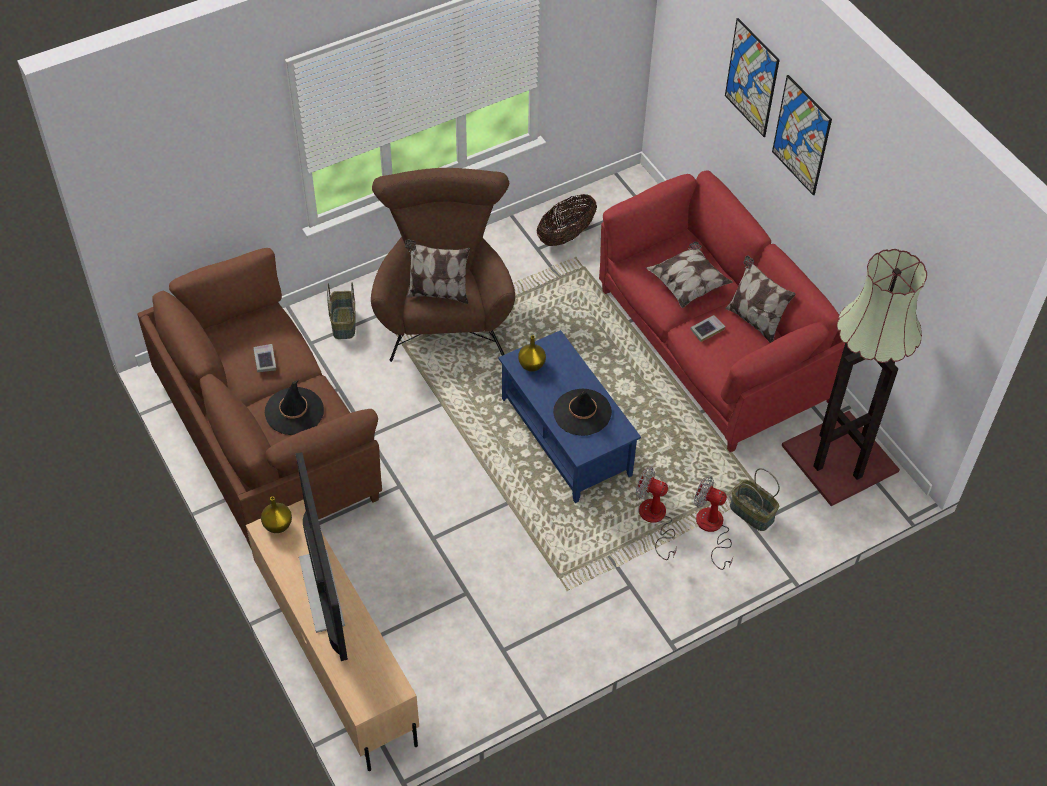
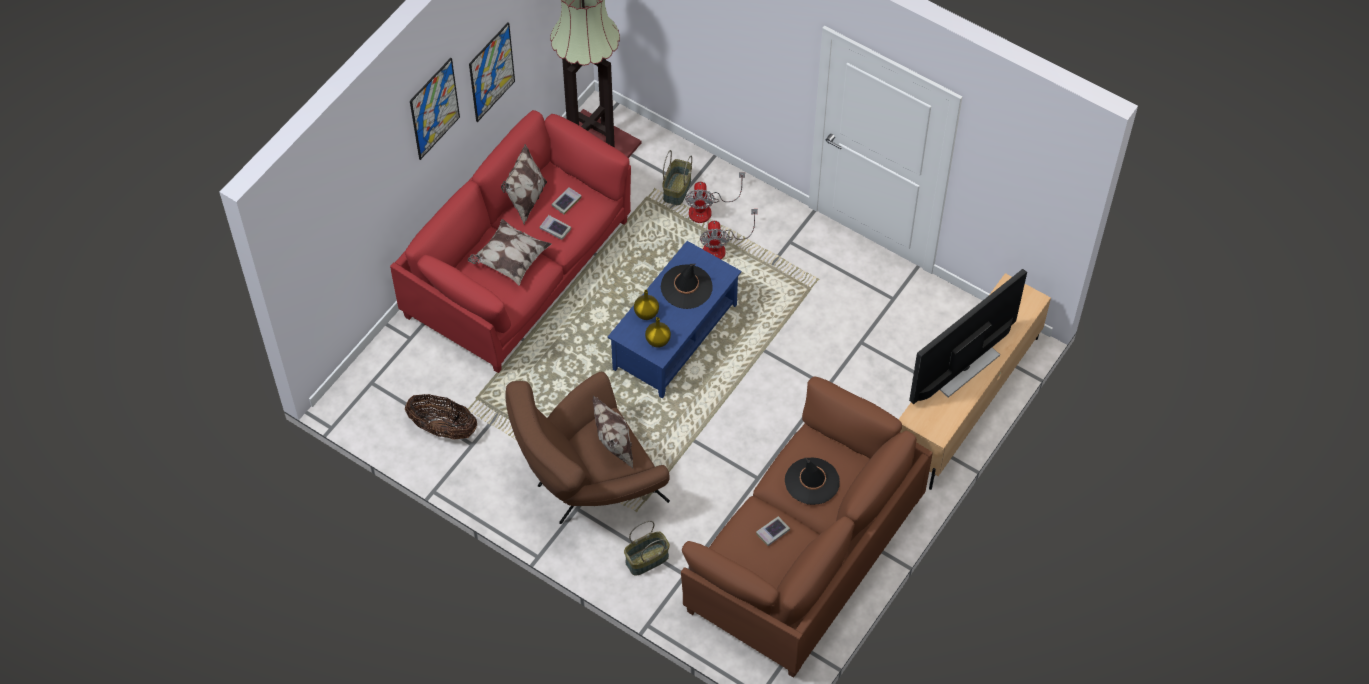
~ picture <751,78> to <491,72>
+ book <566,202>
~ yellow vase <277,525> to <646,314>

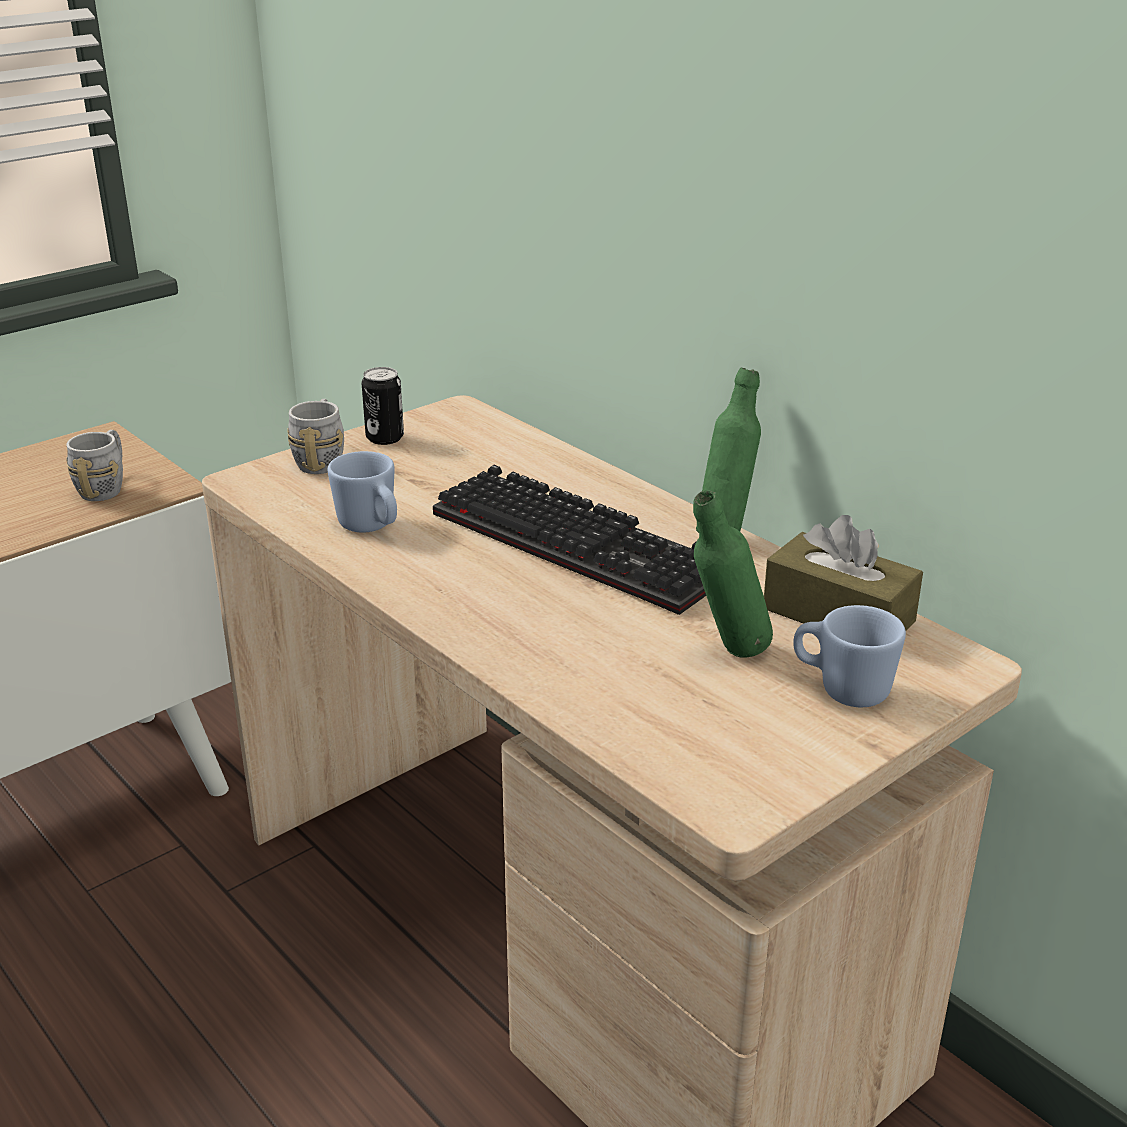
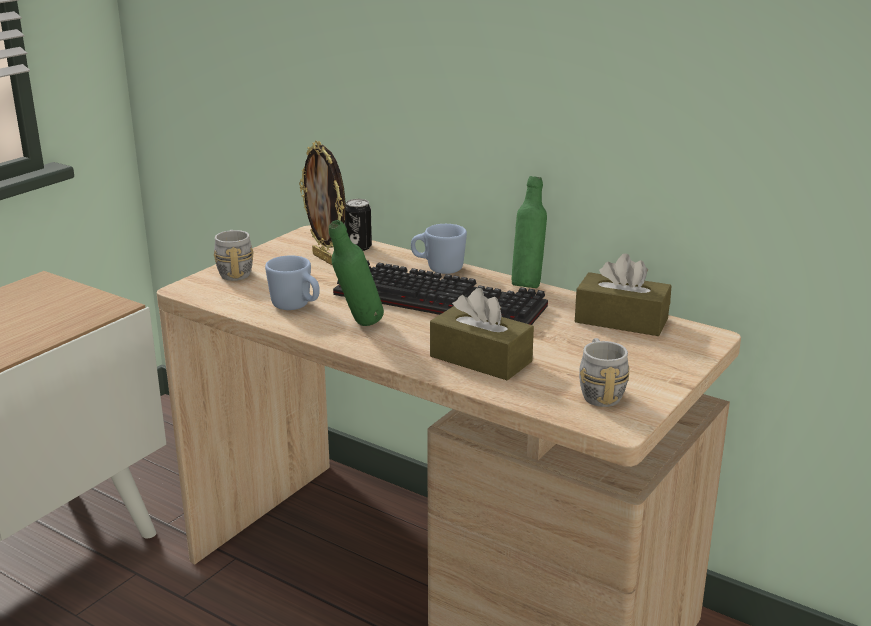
+ picture frame <326,259>
~ green bottle <727,656> to <357,326>
~ can <385,438> to <358,247>
~ blue mug <841,689> to <438,268>
+ brown tissue box <480,359>
~ grey mug <106,487> to <599,392>

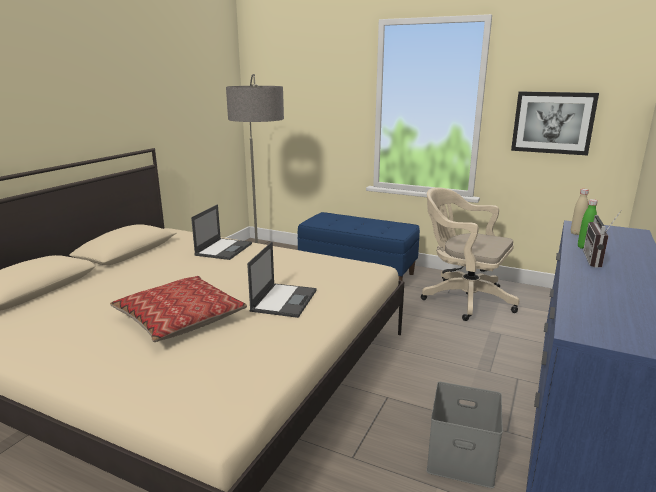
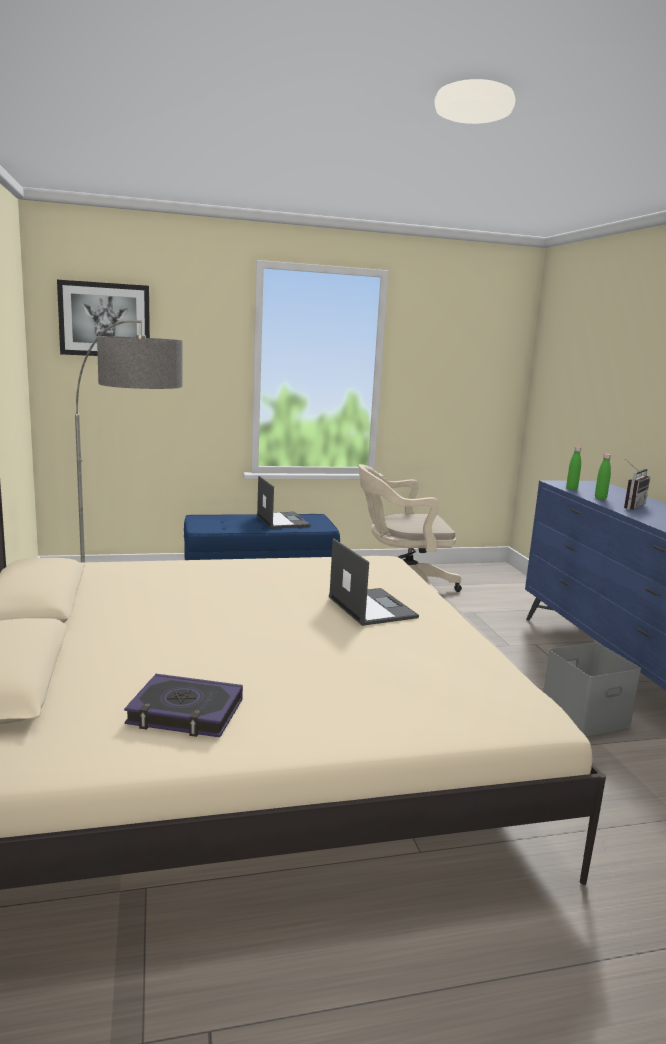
~ picture <553,122> to <105,320>
+ book <185,713>
~ laptop <224,249> to <282,520>
~ beige bottle <576,233> to green bottle <571,489>
~ radio <598,261> = <629,506> 120 degrees counterclockwise
- pillow <180,318>

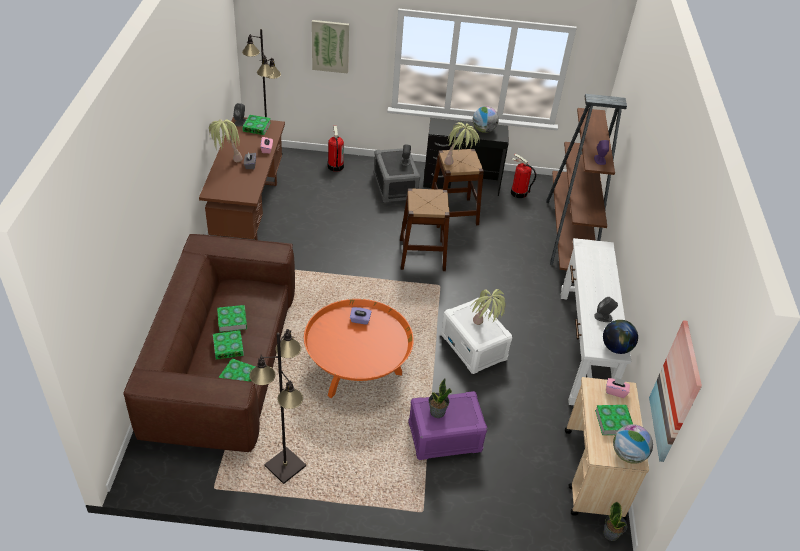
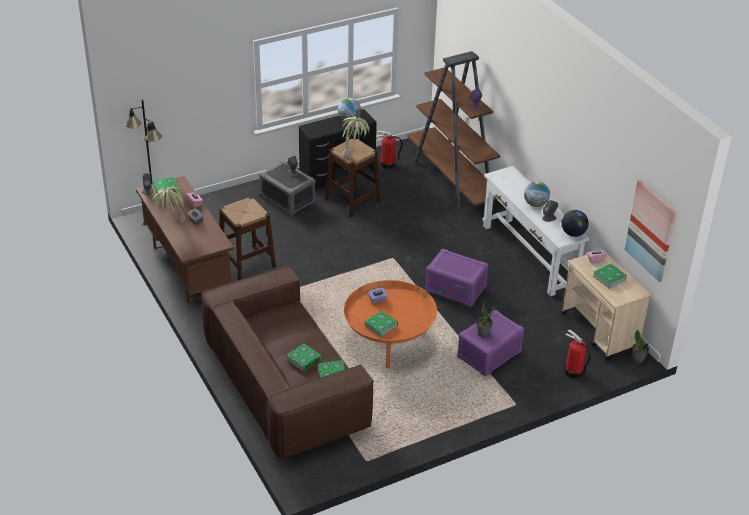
~ brown stool <422,254> to <247,262>
~ book <232,320> to <381,326>
~ white storage box <474,347> to purple storage box <456,289>
~ globe <628,454> to <535,204>
~ fire extinguisher <335,166> to <573,371>
- black floor lamp <286,466>
- picture <330,46>
- potted plant <484,330>

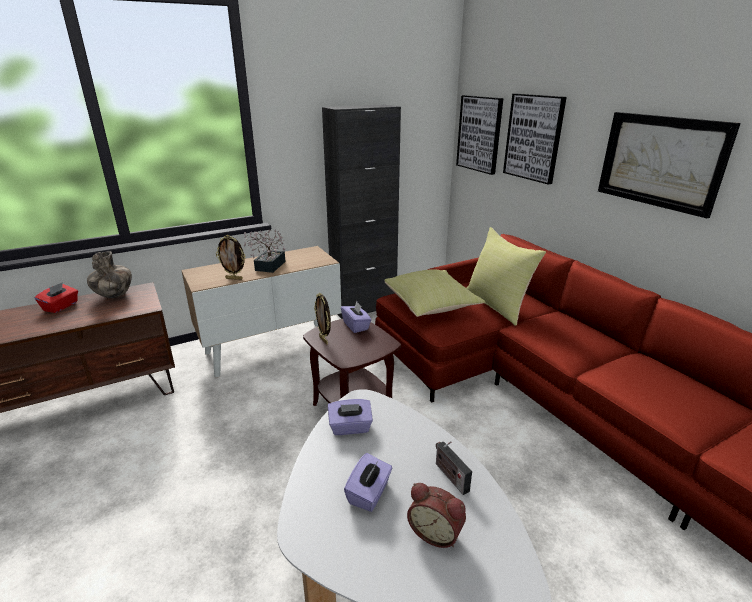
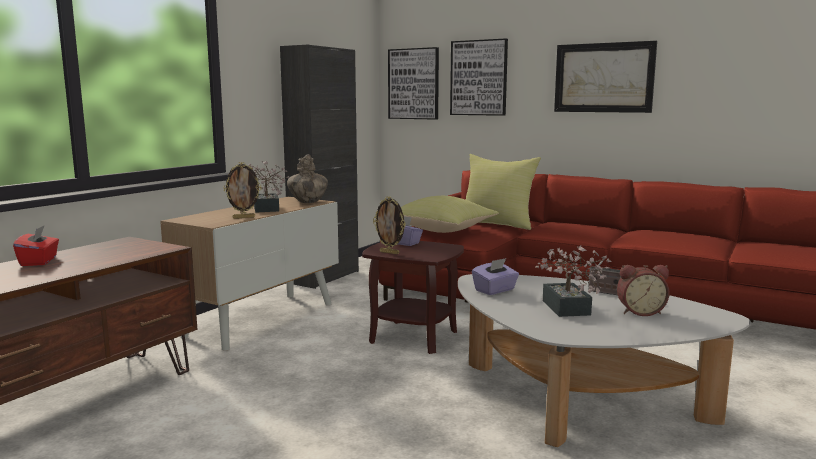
~ vase <114,295> to <308,202>
~ purple tissue box <369,493> to potted plant <567,310>

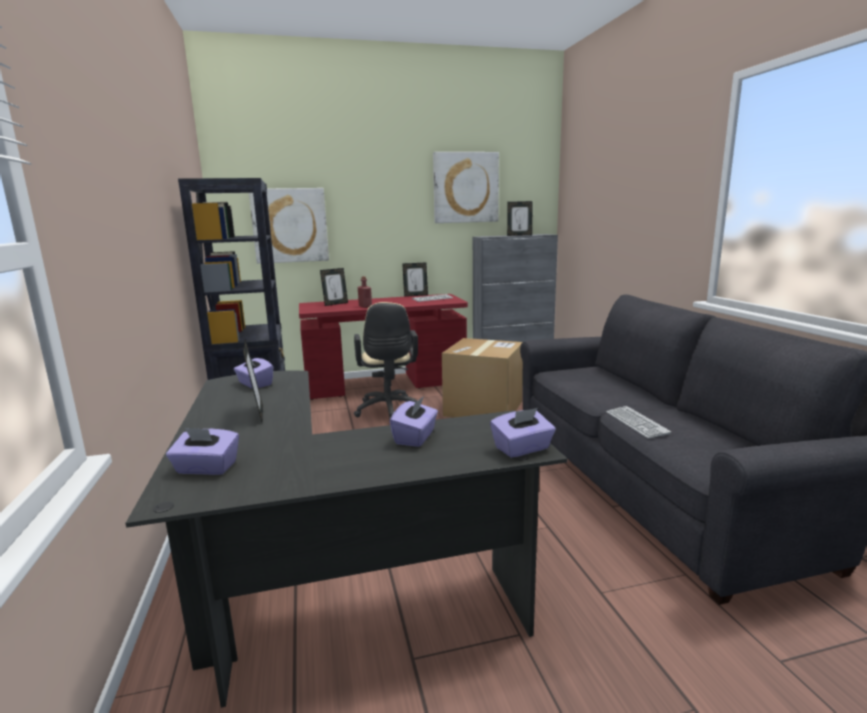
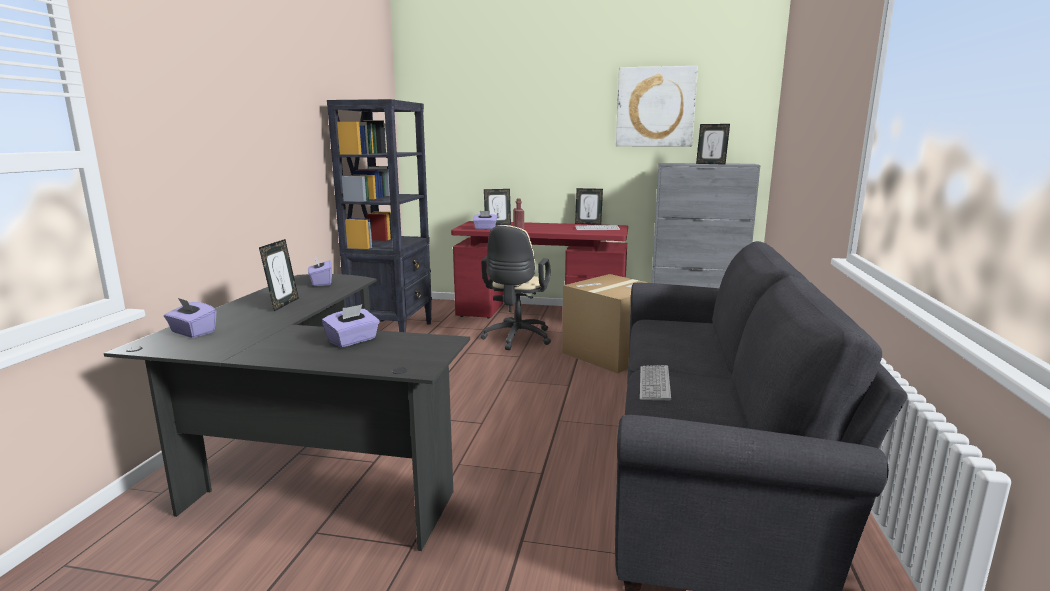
~ purple tissue box <522,448> to <485,228>
- picture <290,225>

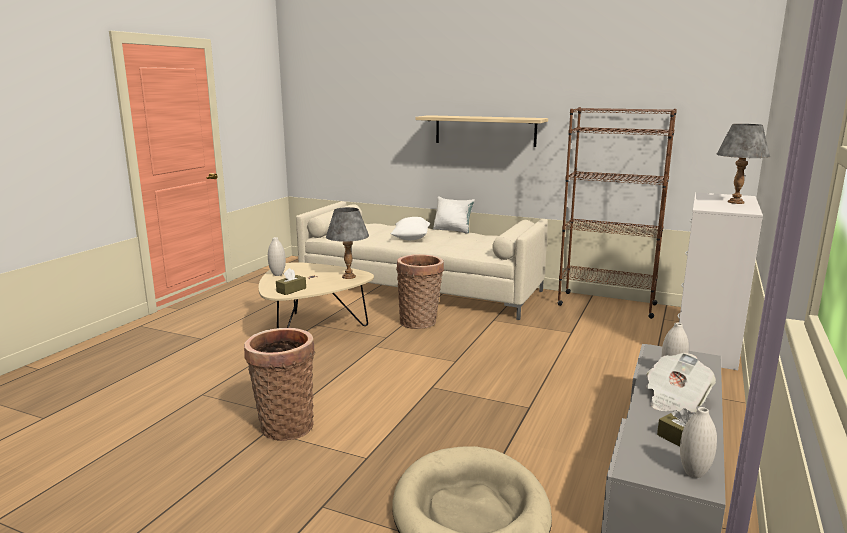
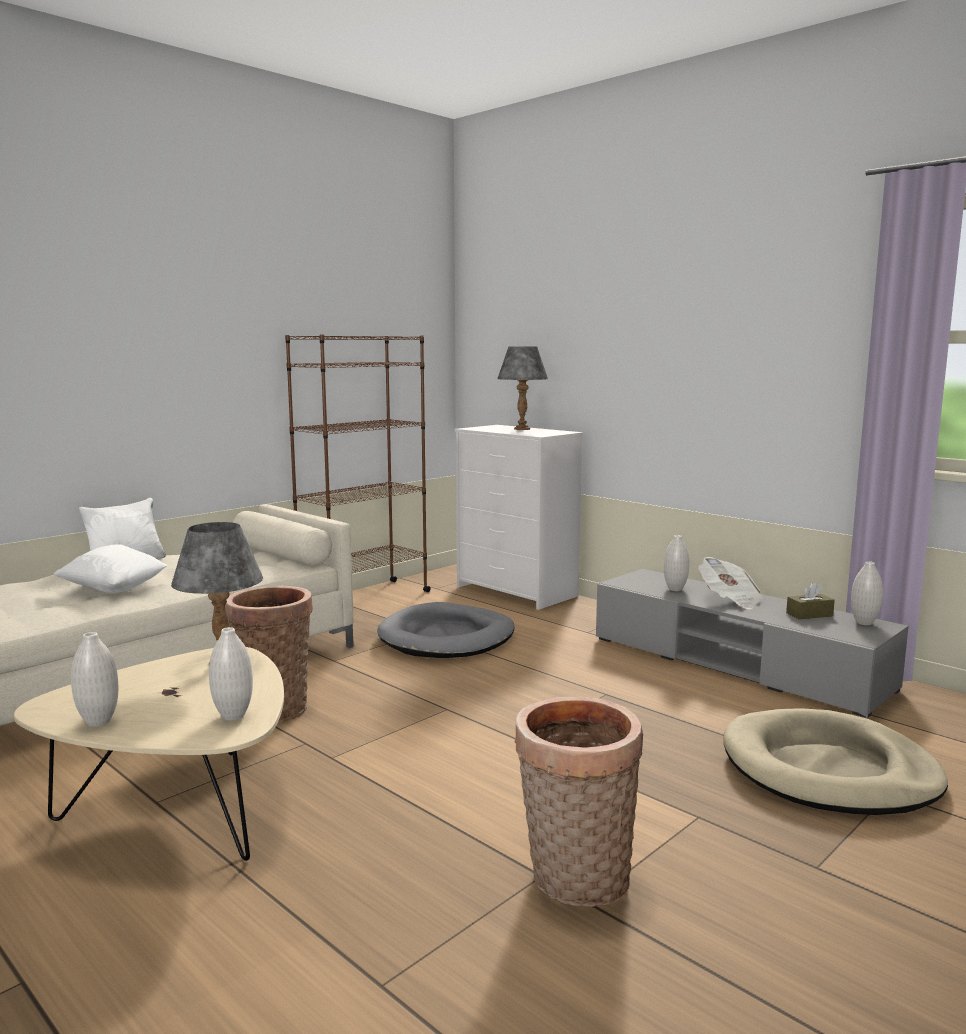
~ brown tissue box <291,290> to white vase <233,716>
+ grey dog bed <447,637>
- shelf <485,130>

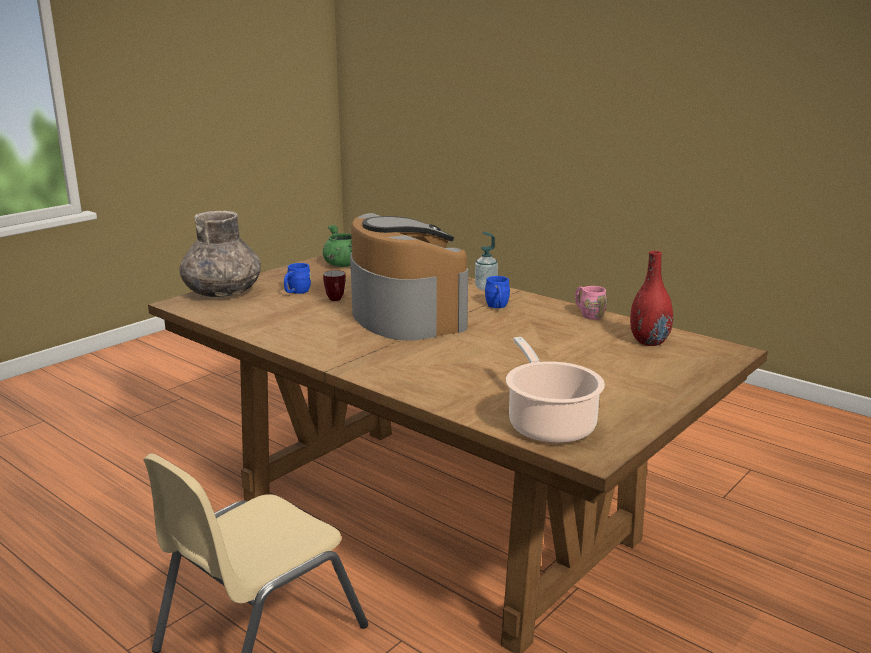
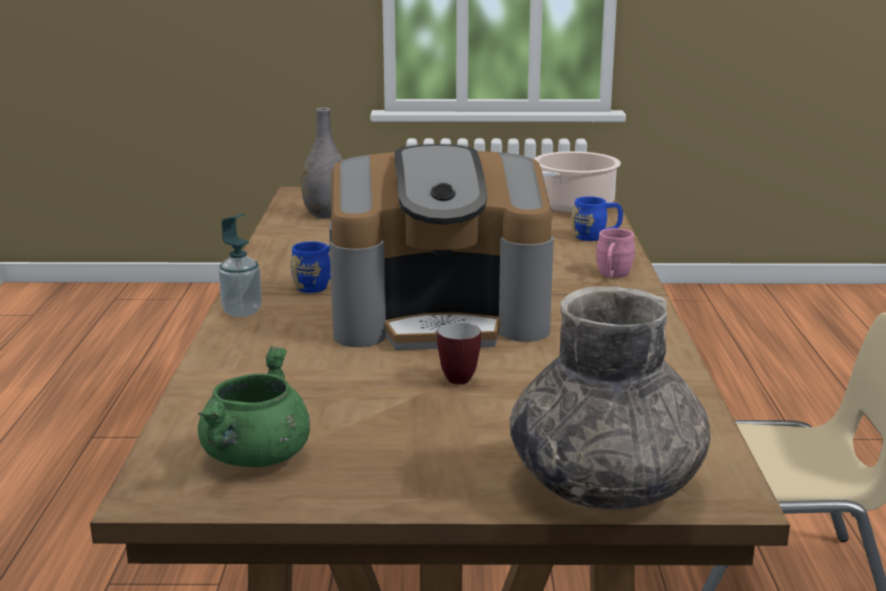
~ red vase <649,342> to grey vase <326,214>
~ coffee machine <405,315> = <440,317> 120 degrees counterclockwise
~ blue mug <296,292> to <596,236>
~ pink mug <588,314> to <612,276>

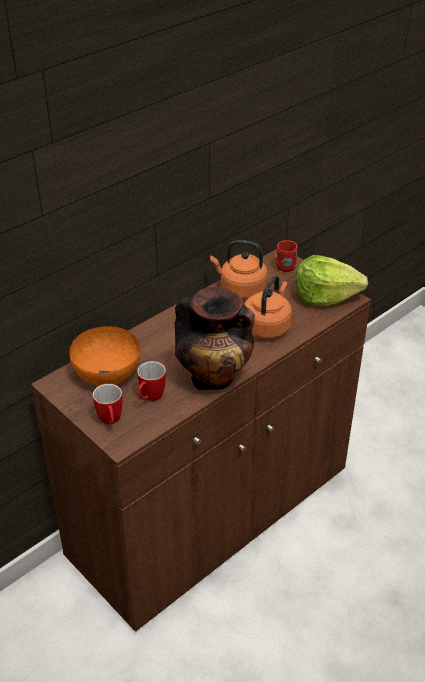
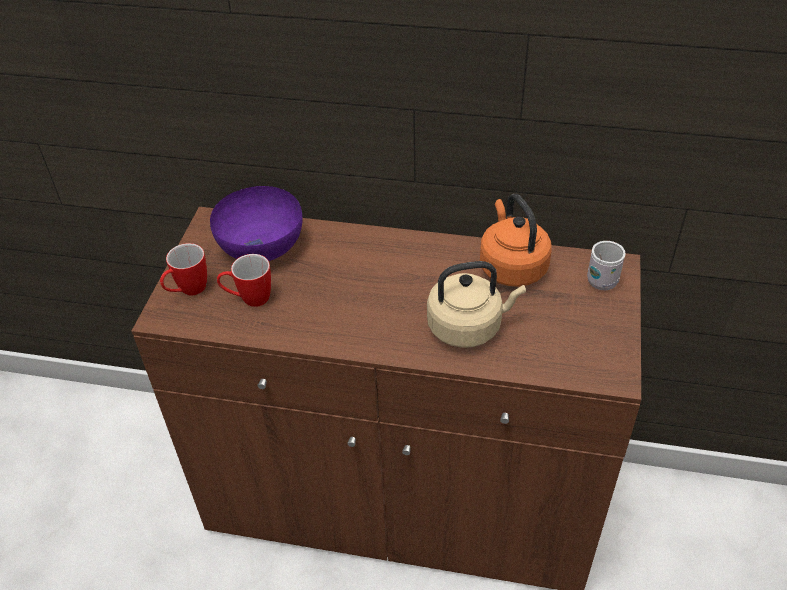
~ orange bowl <108,372> to purple bowl <262,246>
~ orange kettle <267,326> to beige kettle <468,326>
~ red mug <284,266> to white mug <605,279>
- vase <215,378>
- lettuce <325,295>

